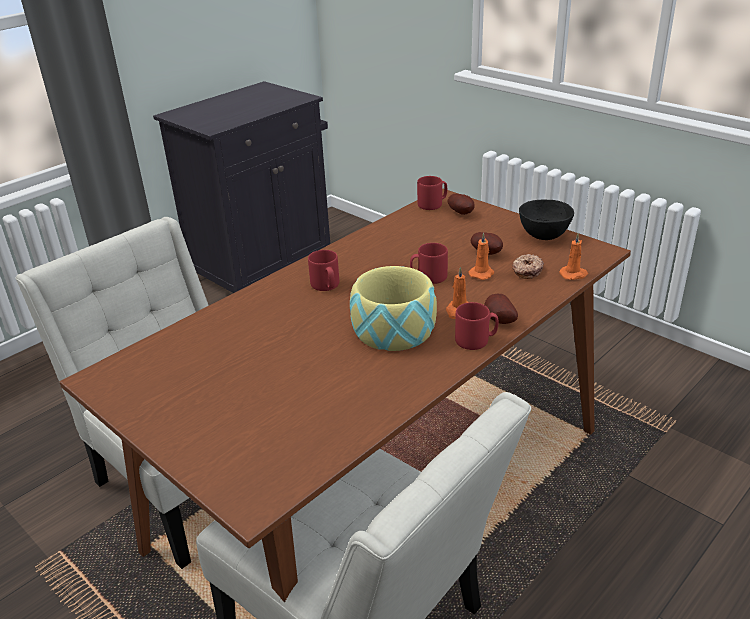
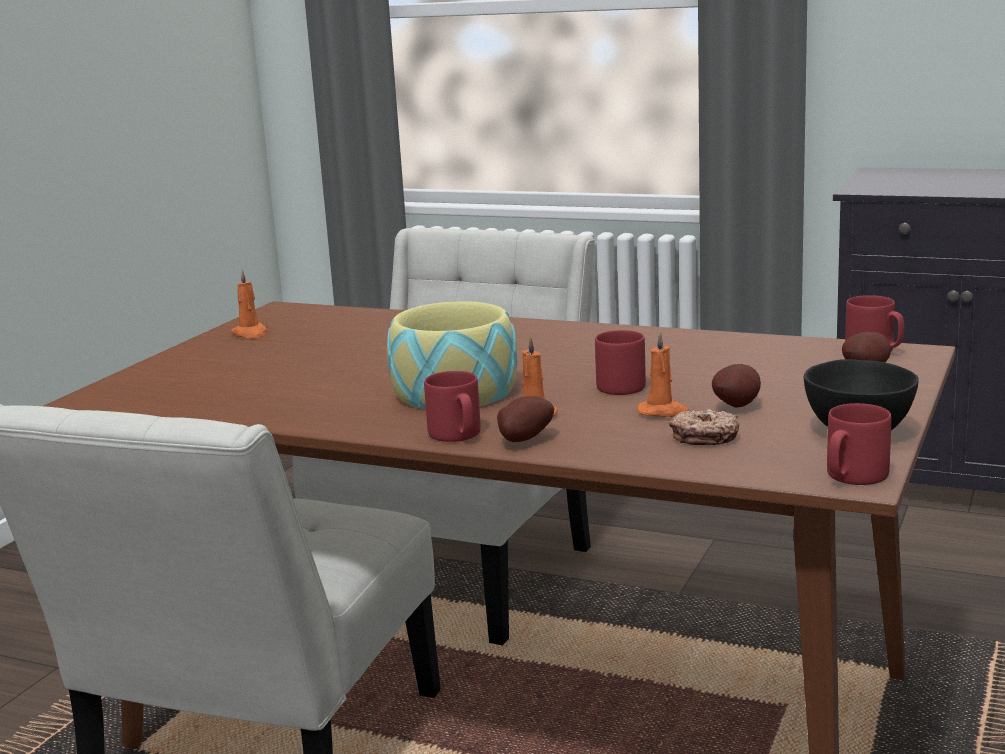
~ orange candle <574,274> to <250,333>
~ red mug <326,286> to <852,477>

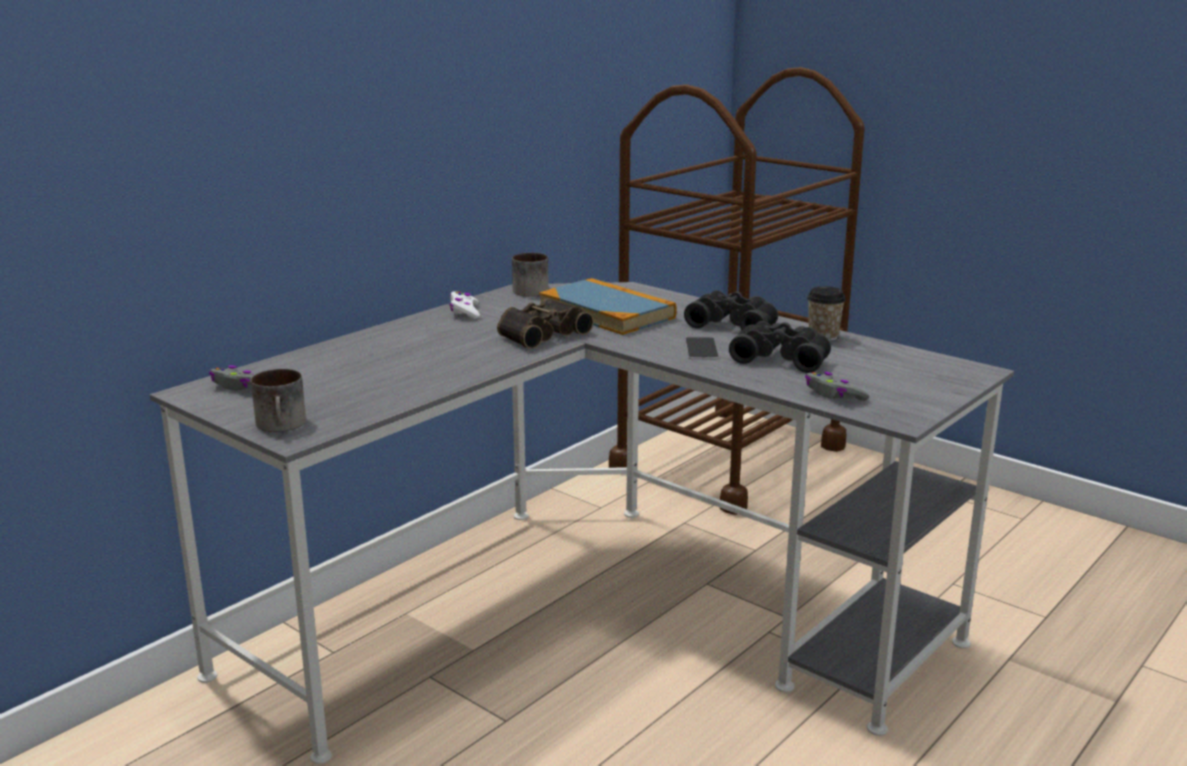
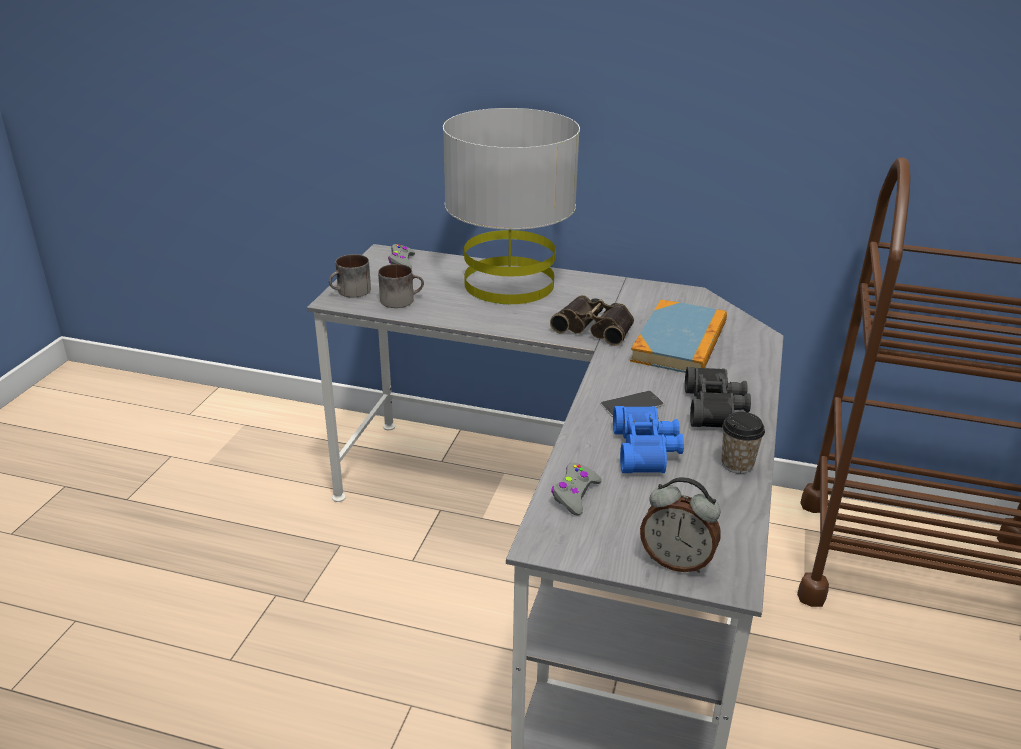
~ mug <530,290> to <401,299>
+ grey table lamp <509,284>
~ black binoculars <781,358> to blue binoculars <647,450>
+ alarm clock <676,561>
- white game controller <464,312>

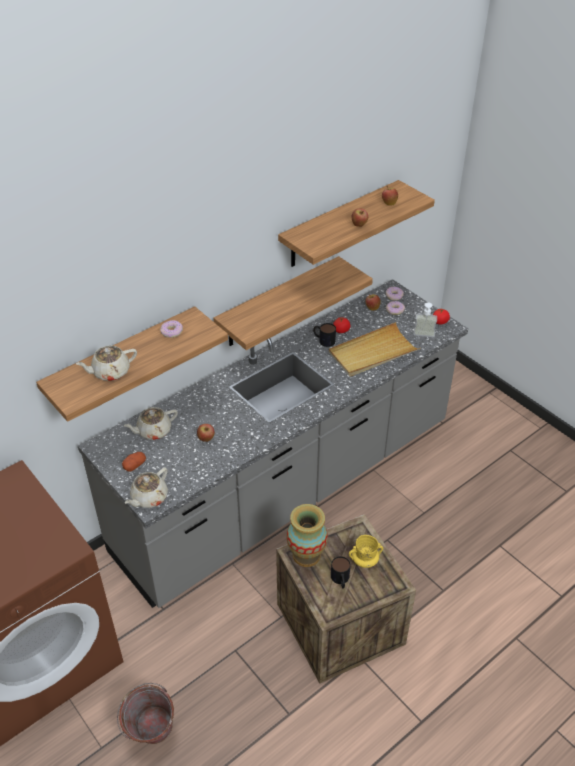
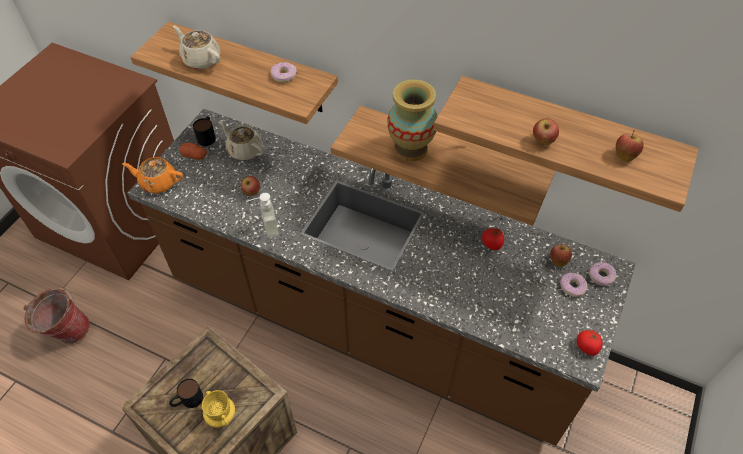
~ beige teapot <149,498> to orange teapot <158,182>
~ grey counter <287,488> to brown counter <371,323>
~ mug <323,340> to <207,136>
~ soap dispenser <424,337> to <265,228>
~ vase <306,555> to <410,149>
- beige tray <373,353>

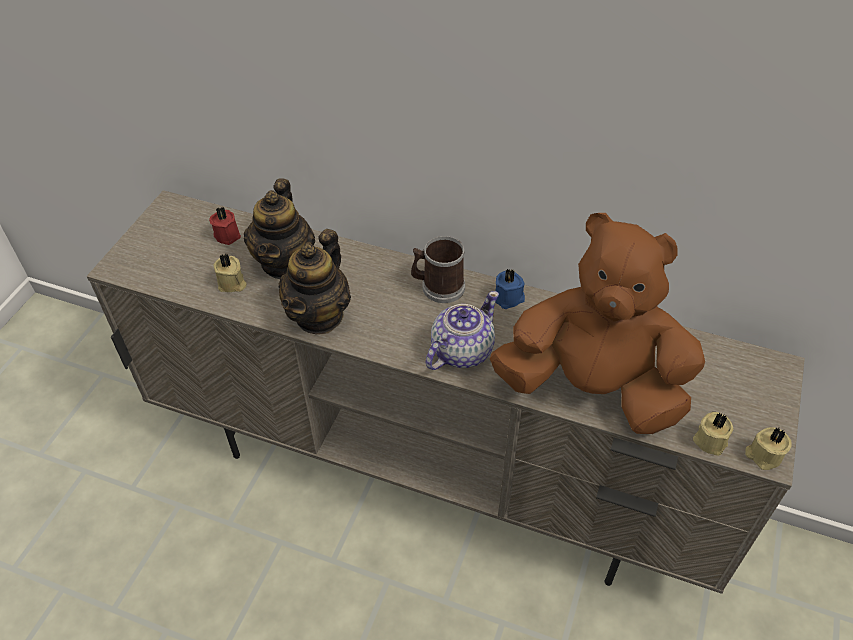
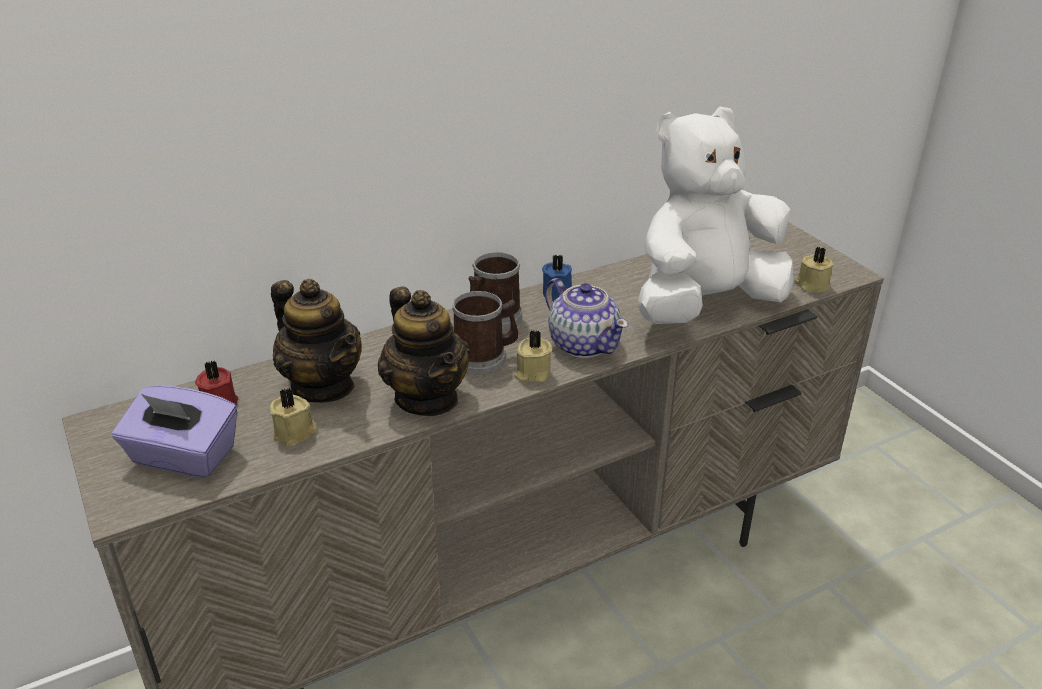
+ purple tissue box <183,457>
+ mug <485,358>
~ beige candle <763,455> to <532,373>
~ teapot <461,351> = <583,344> 150 degrees clockwise
~ brown plush toy <592,388> to white plush toy <704,305>

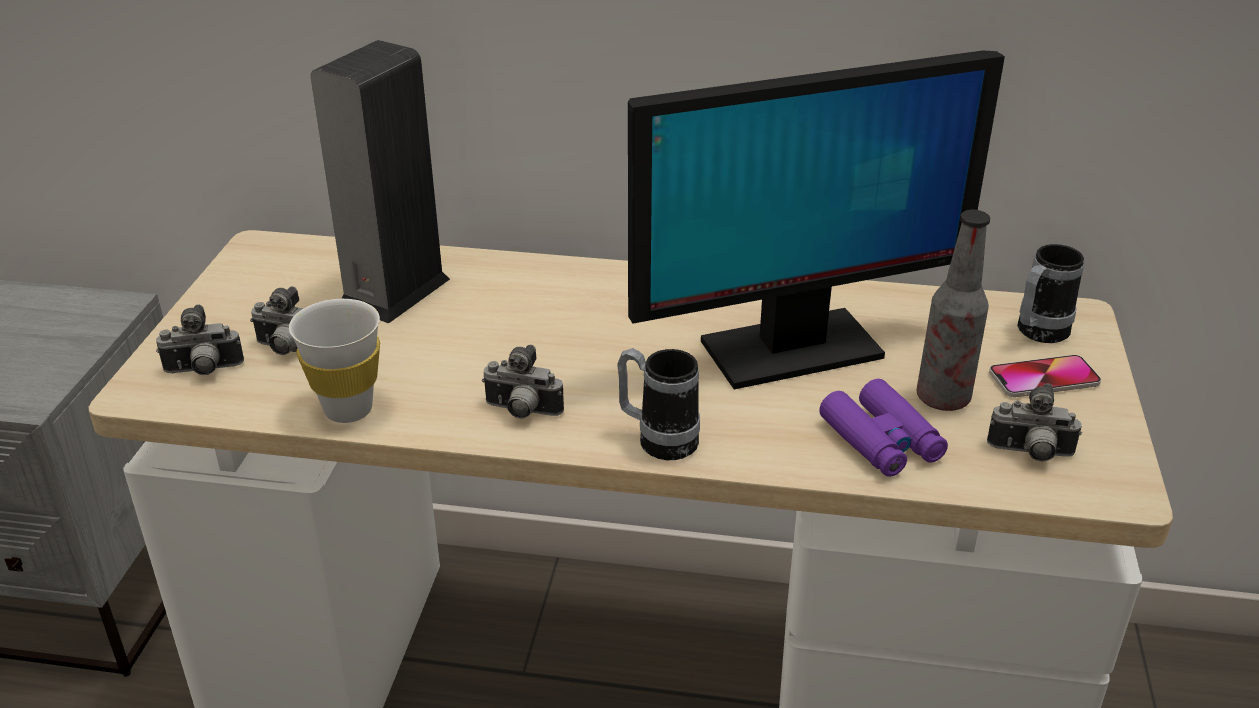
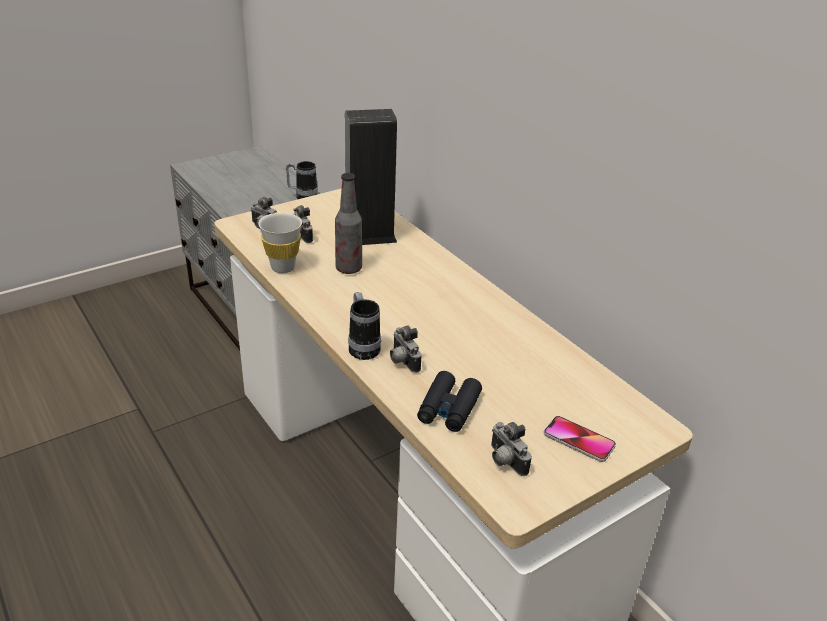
~ mug <1036,334> to <302,197>
~ bottle <943,398> to <348,268>
~ photo camera <521,412> to <402,361>
~ purple binoculars <881,441> to black binoculars <448,409>
- monitor <789,350>

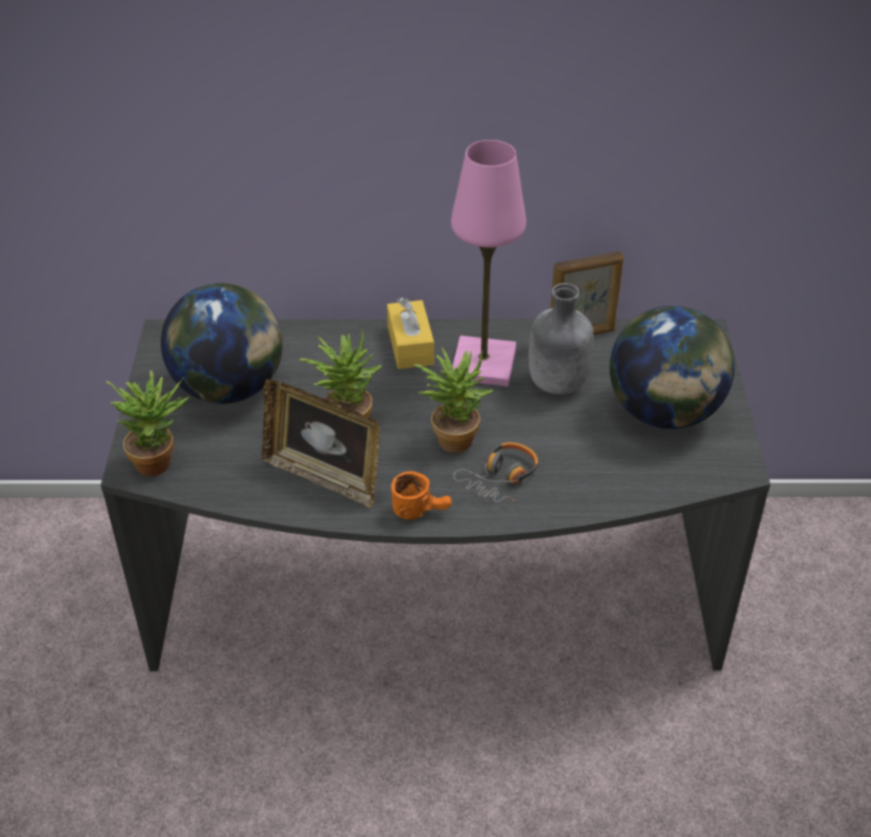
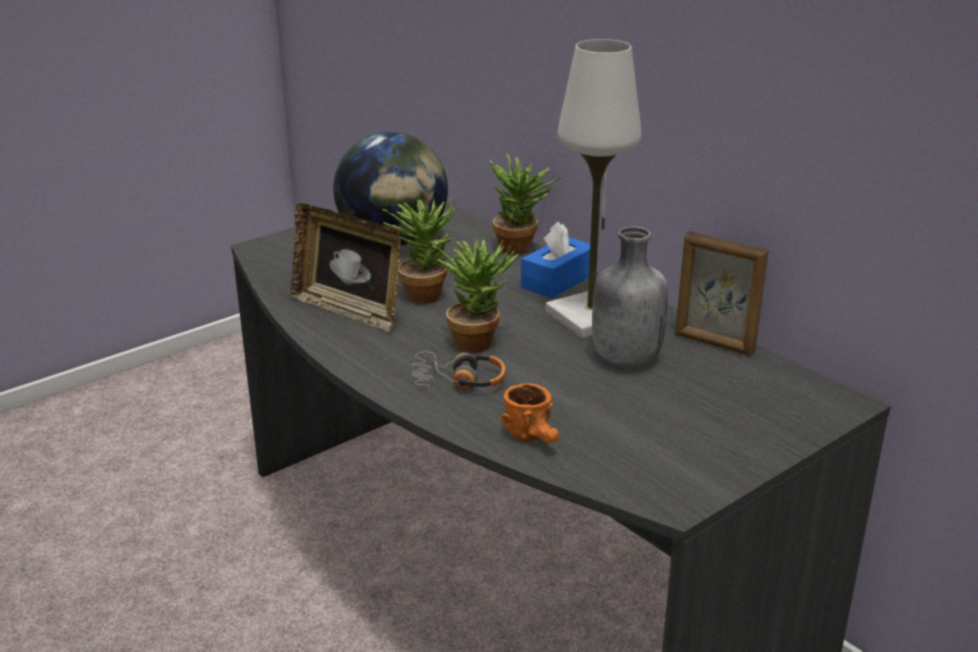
~ picture frame <324,476> = <349,310> 45 degrees counterclockwise
~ potted plant <160,460> to <522,249>
~ orange mug <421,510> to <536,438>
~ yellow tissue box <410,345> to blue tissue box <558,281>
~ pink table lamp <483,364> to white table lamp <590,317>
- globe <664,413>

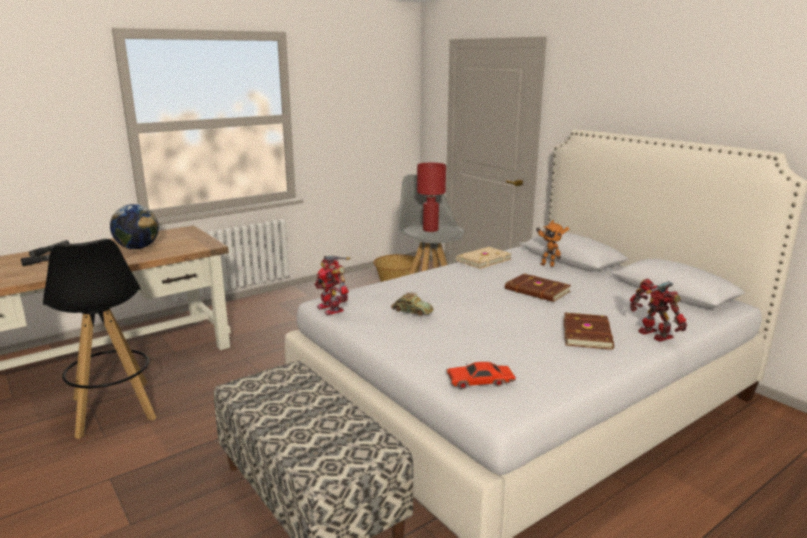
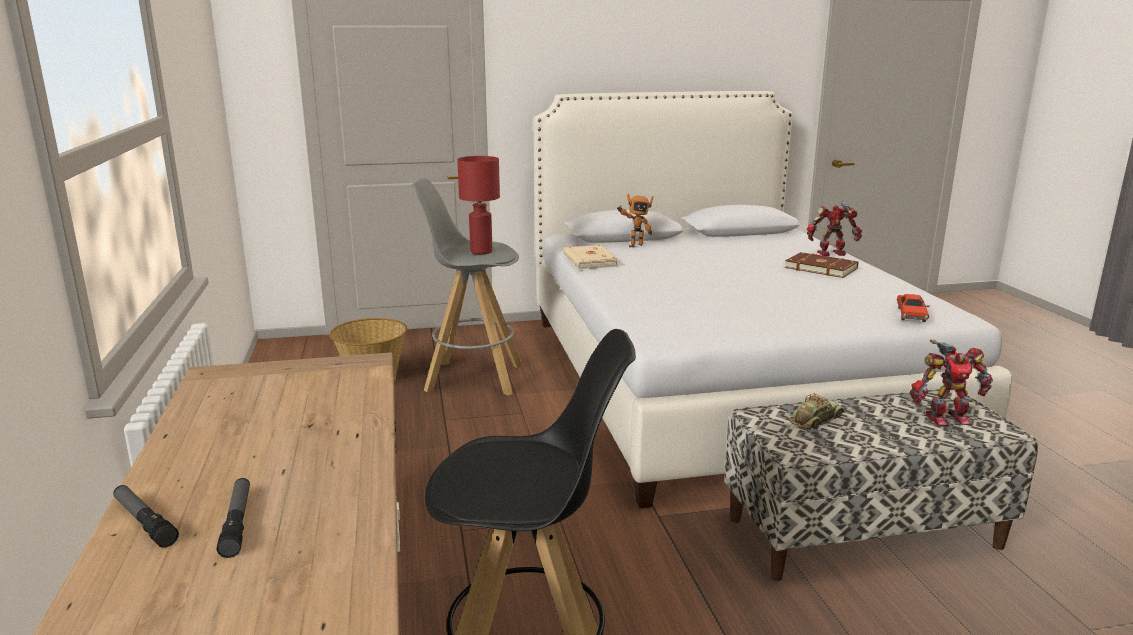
~ toy car <411,311> to <816,420>
~ toy robot <332,308> to <945,418>
- globe <138,248>
- brown book <537,291>

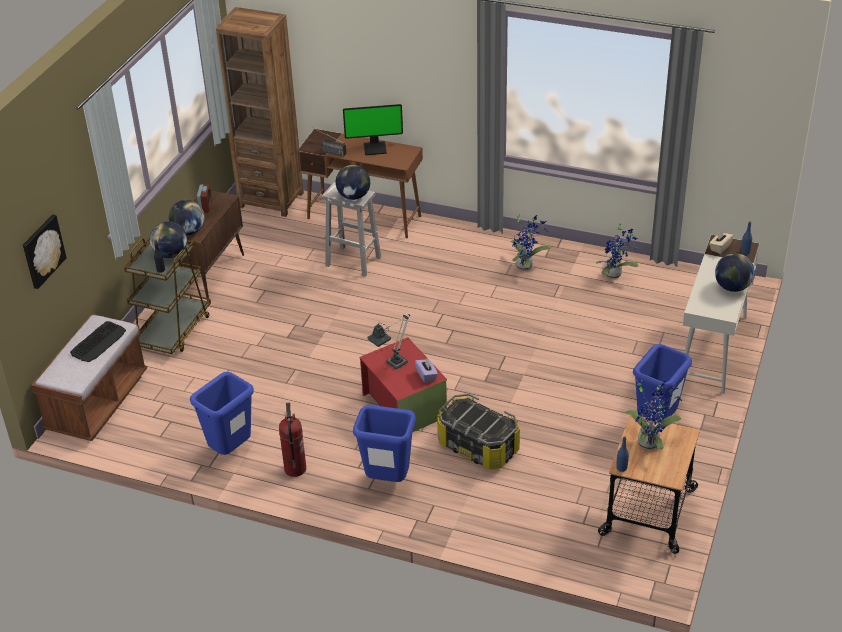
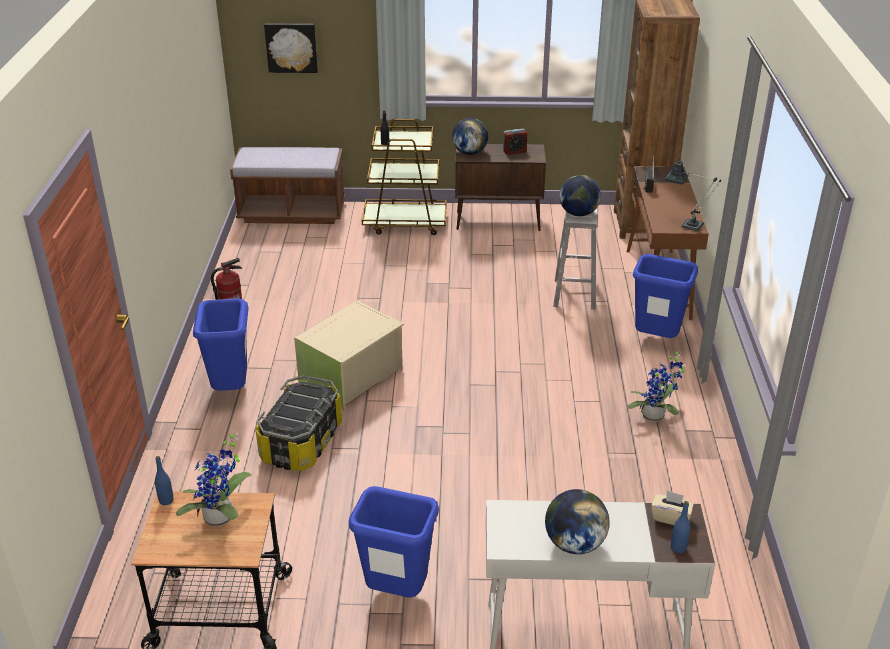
~ red storage box <405,405> to beige storage box <353,377>
~ blue trash can <231,450> to <656,340>
~ table lamp <393,365> to <686,225>
- keyboard <98,342>
- globe <171,254>
- monitor <375,148>
- purple tissue box <426,375>
- potted plant <615,274>

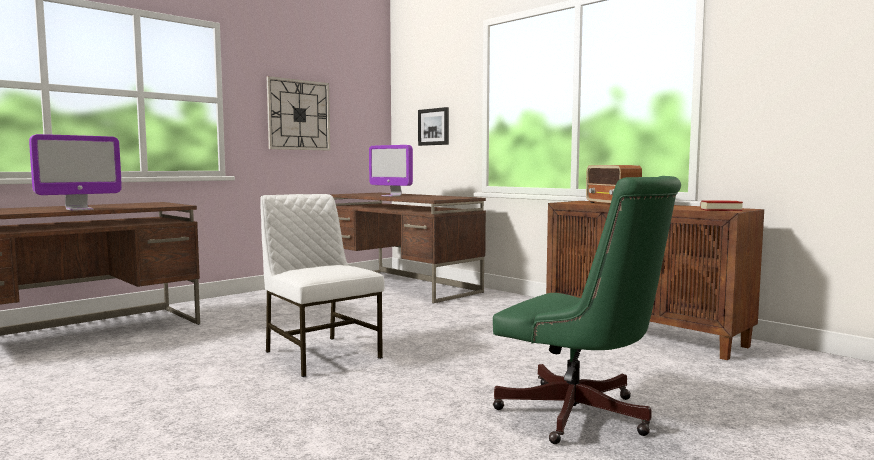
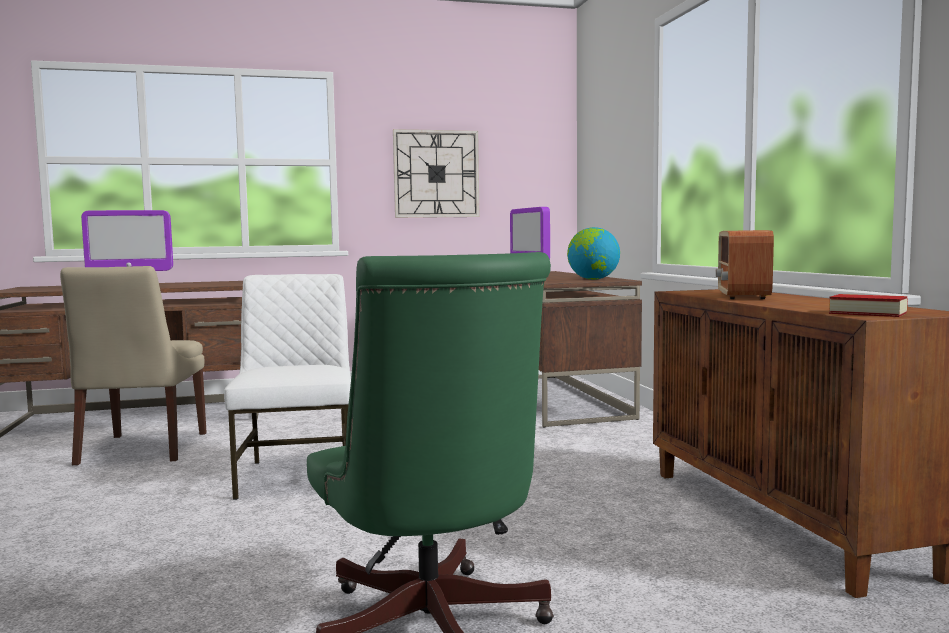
+ beige chair <141,450>
+ globe <593,279>
- picture <434,127>

